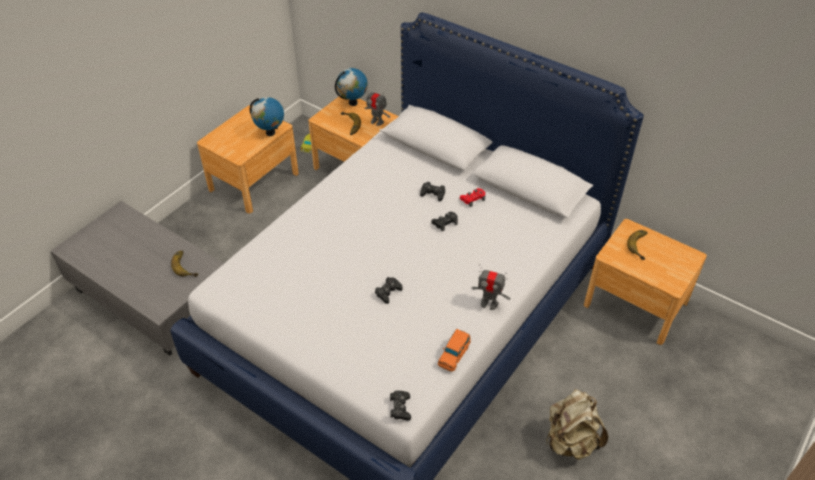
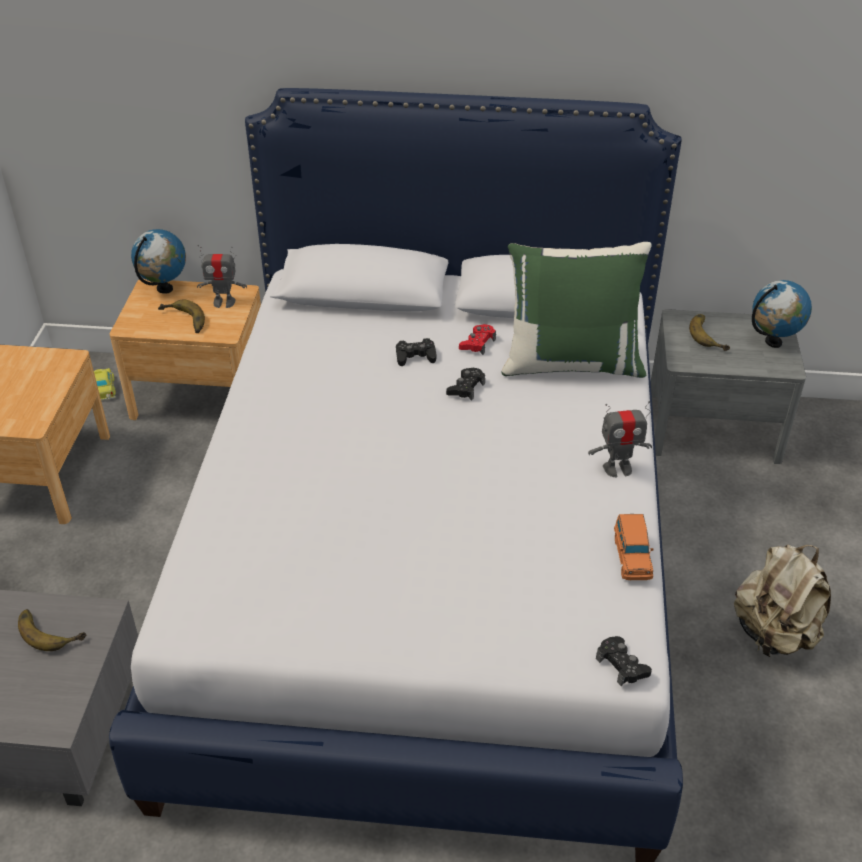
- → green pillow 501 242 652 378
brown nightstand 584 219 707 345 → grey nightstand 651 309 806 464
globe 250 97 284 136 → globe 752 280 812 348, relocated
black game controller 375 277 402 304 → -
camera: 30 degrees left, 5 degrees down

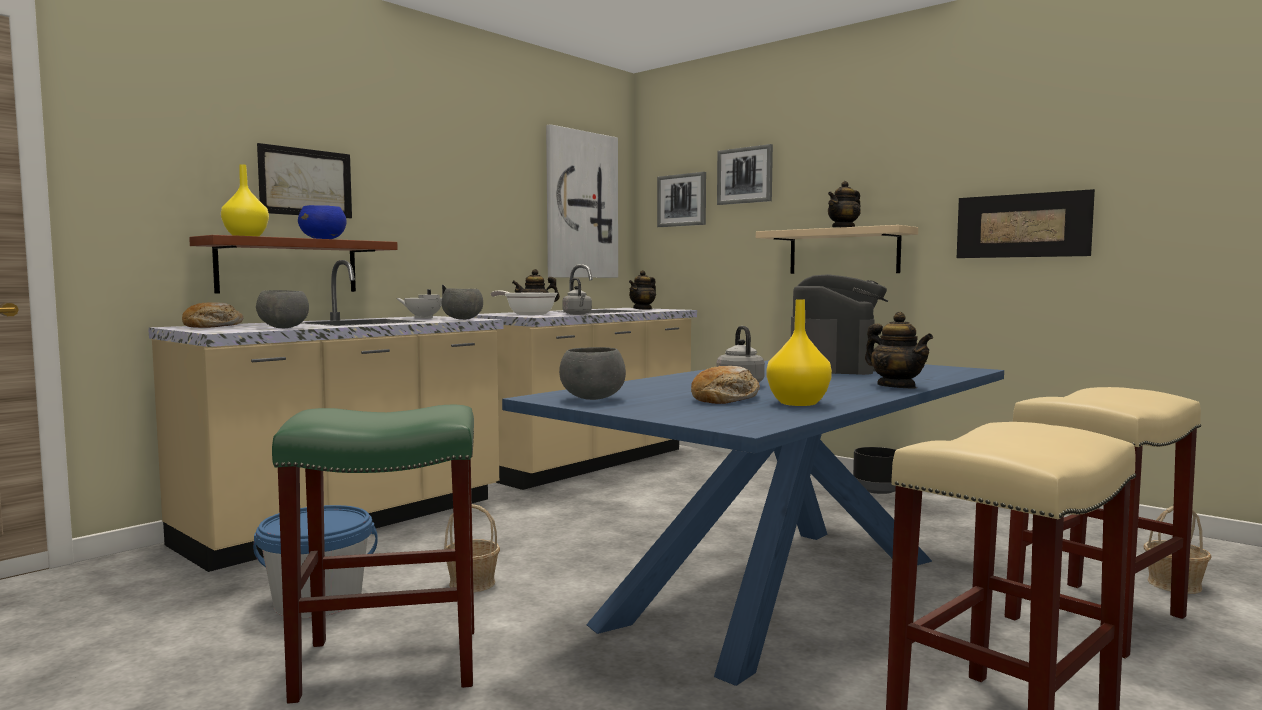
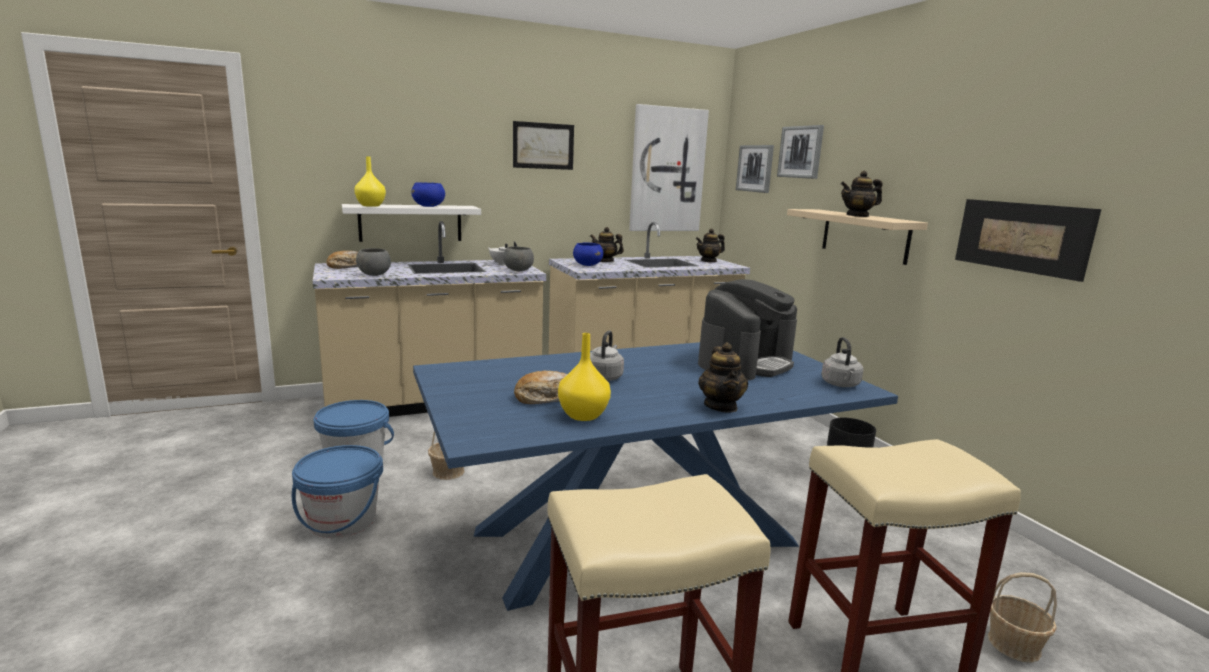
green stool 272 405 474 703 → blue bucket 292 445 383 538
brown shelf 189 235 398 293 → white shelf 342 204 481 242
picture 257 143 352 218 → picture 513 121 574 170, relocated
frying pan 491 291 557 316 → blue bowl 573 242 603 266
grey kettle 563 278 592 315 → grey kettle 821 337 863 387, relocated
grey bowl 559 347 626 400 → -
camera: 25 degrees right, 10 degrees up

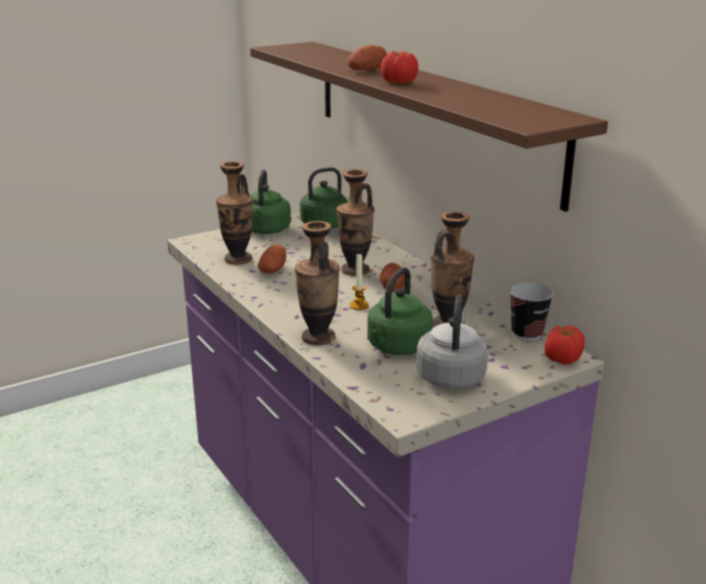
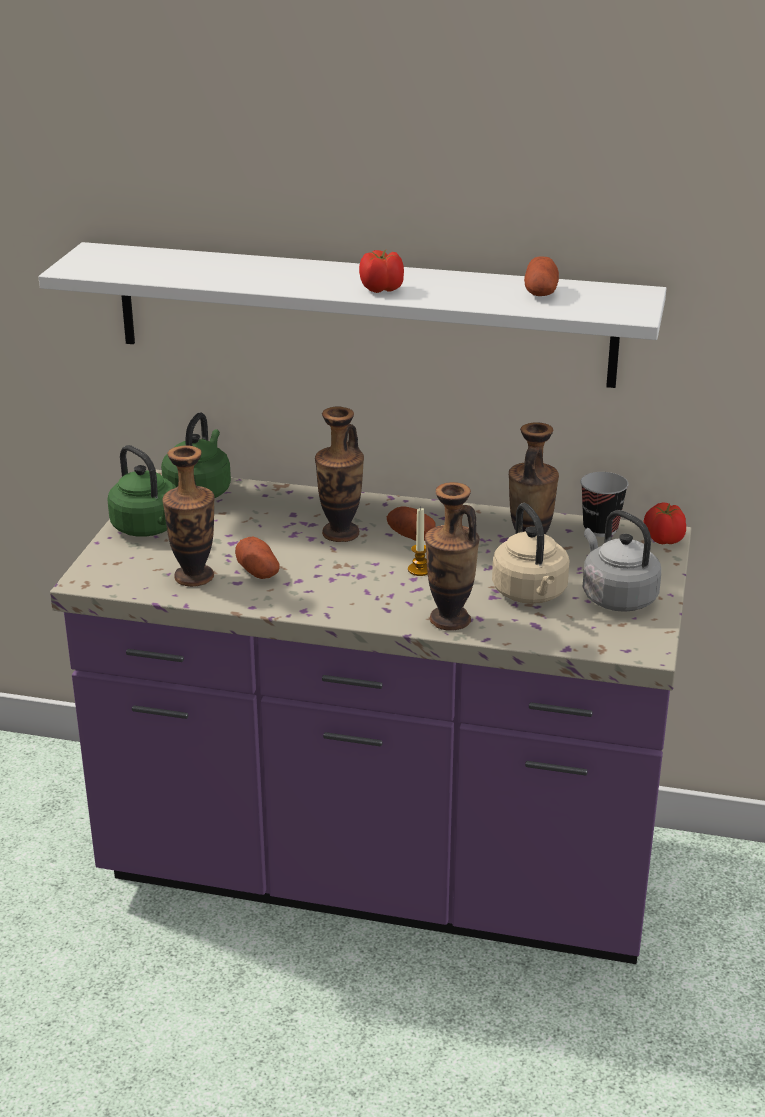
brown shelf 250 42 608 212 → white shelf 39 242 666 388
green kettle 367 267 433 355 → beige kettle 492 503 569 604
potato 347 45 387 70 → potato 524 256 559 296, relocated
camera: 45 degrees left, 5 degrees up

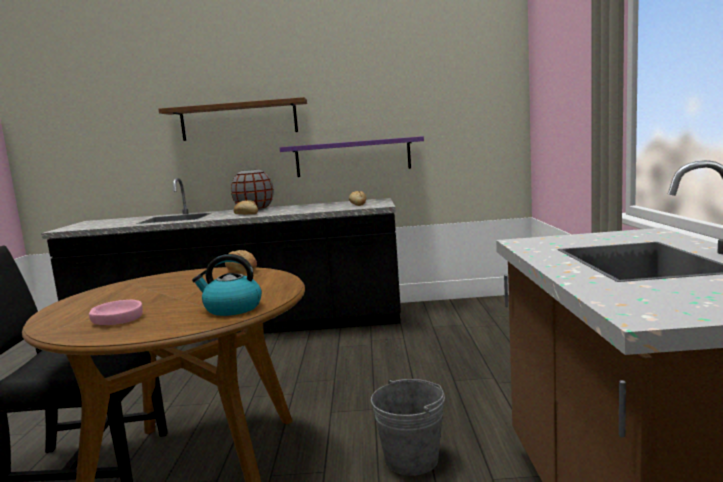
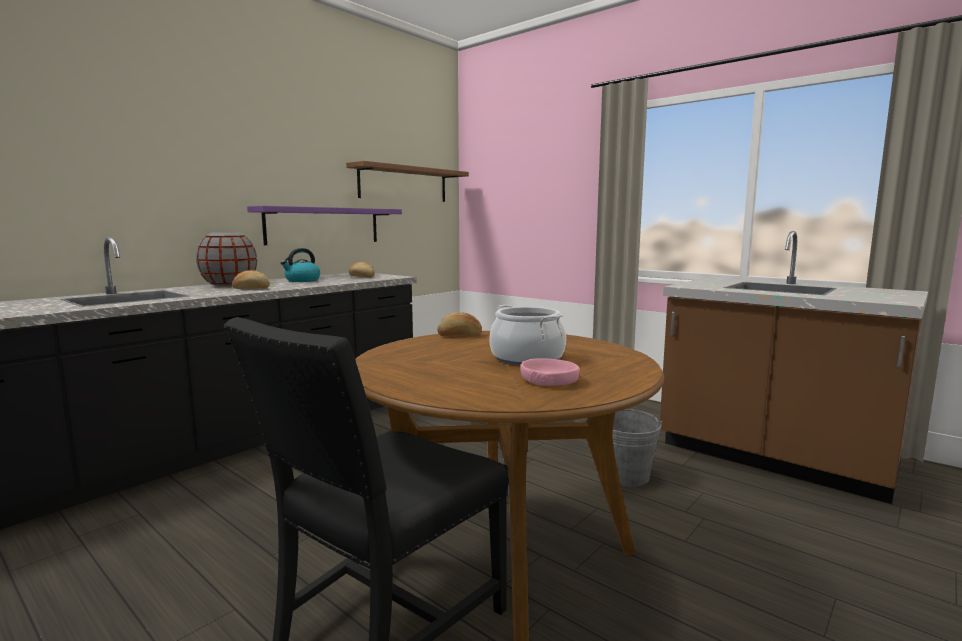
kettle 192 254 262 316 → kettle 280 248 320 282, relocated
brown shelf 159 97 307 141 → brown shelf 346 161 469 202, relocated
- → cooking pot 490 305 566 365
camera: 50 degrees left, 0 degrees up

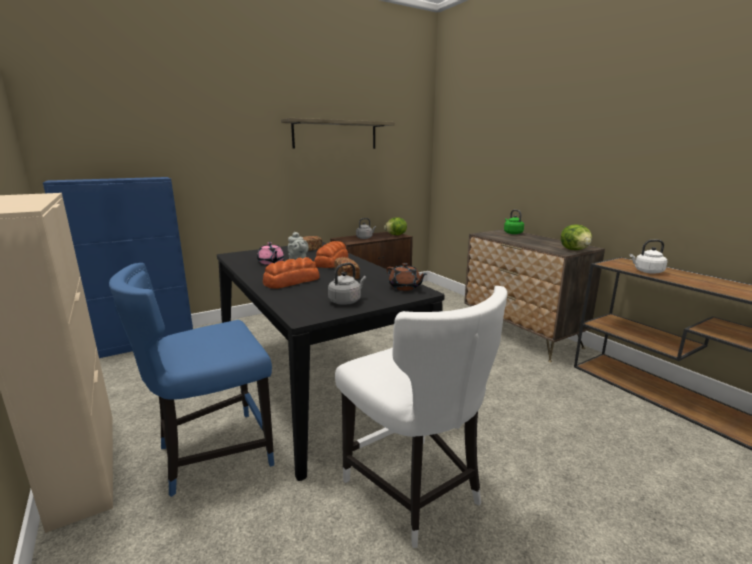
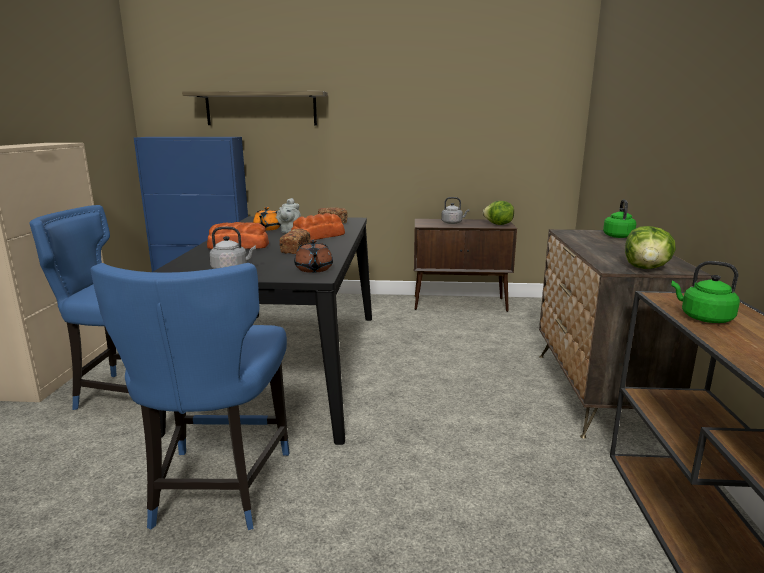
white chair 335 286 508 548 → blue chair 91 263 290 530
shelf 281 118 395 149 → shelf 182 91 328 125, relocated
pink teapot 257 242 284 265 → orange teapot 253 207 281 231
white kettle 630 240 667 274 → green kettle 671 261 740 323
camera: 35 degrees right, 0 degrees up

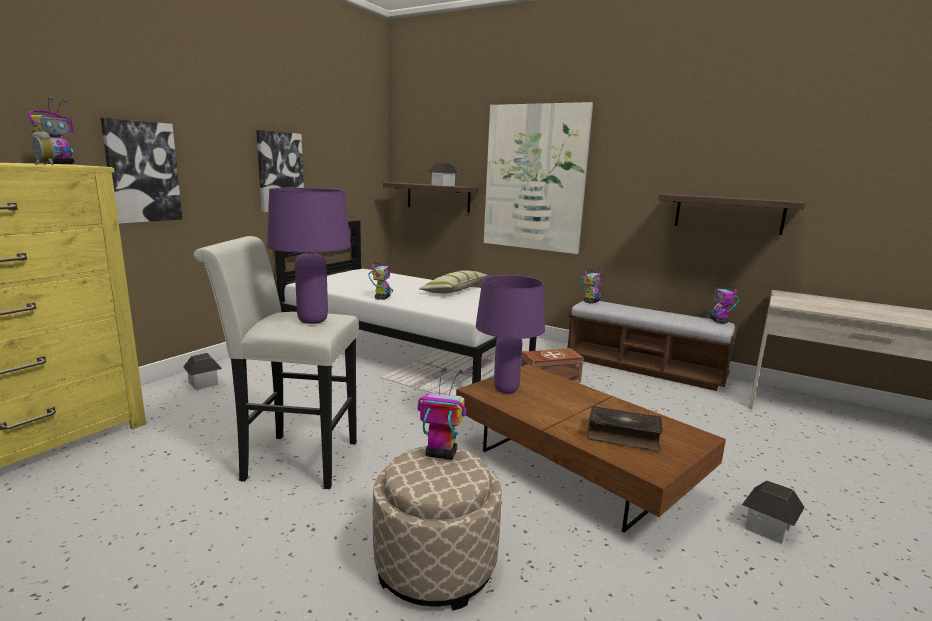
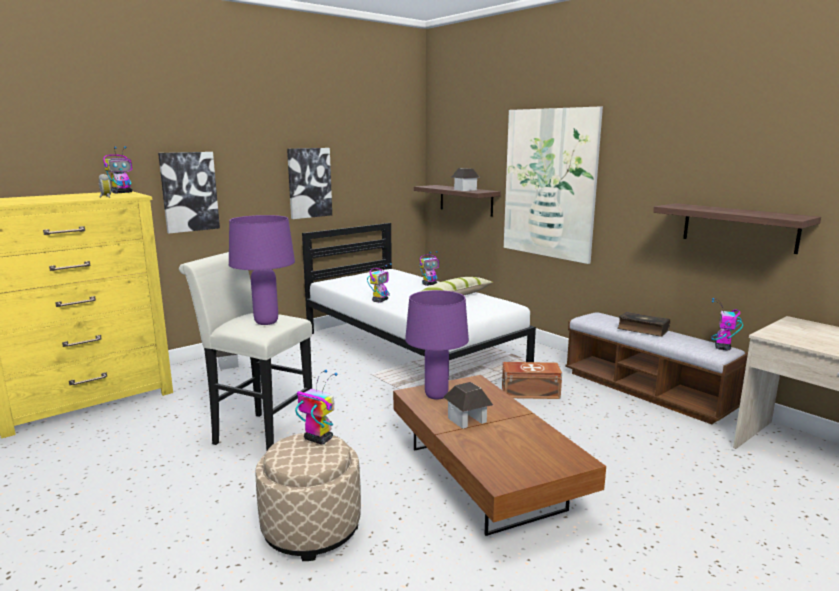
toy robot 581 265 608 304 → toy robot 420 251 439 286, relocated
toy house 742 481 805 544 → toy house 444 382 493 429, relocated
book 587 406 663 451 → book 617 312 670 337, relocated
camera: 20 degrees right, 0 degrees up

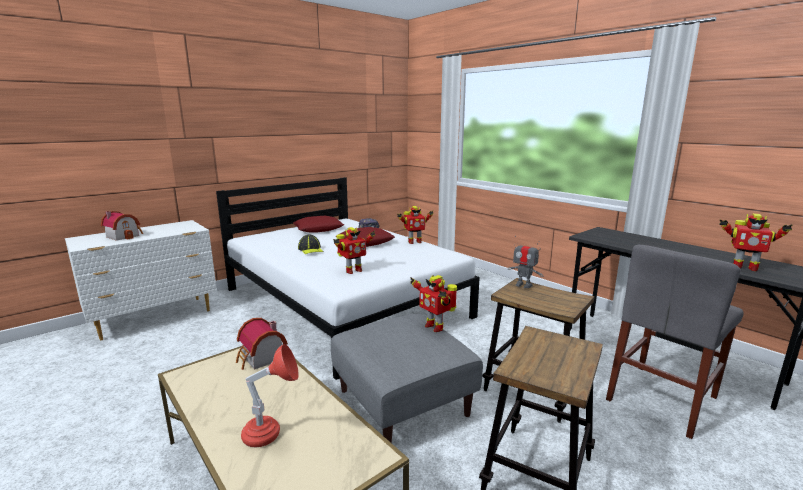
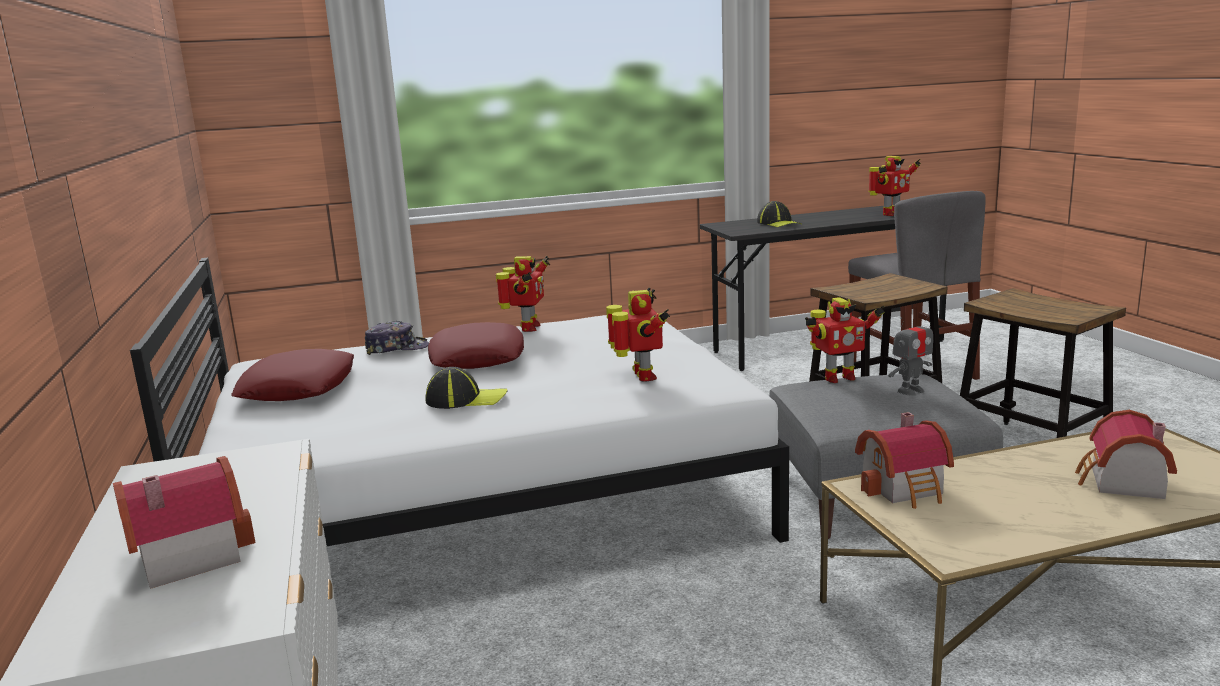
- → cap 757 201 802 227
toy robot 508 236 544 288 → toy robot 888 312 933 396, relocated
red table lamp 241 344 299 447 → toy house 1075 410 1177 499
camera: 65 degrees left, 0 degrees up

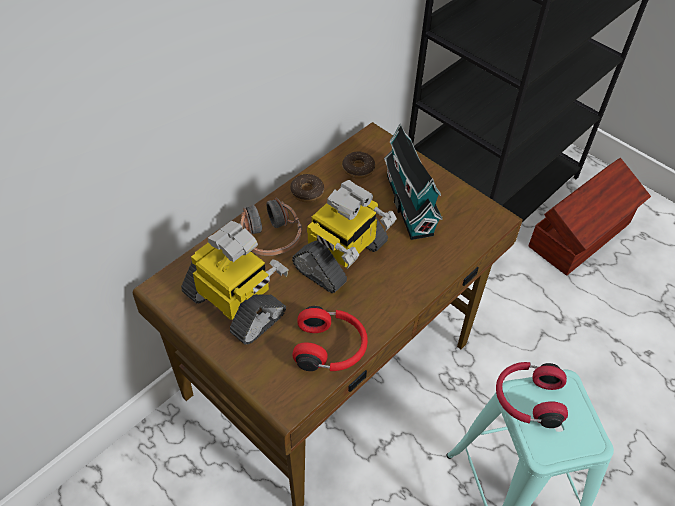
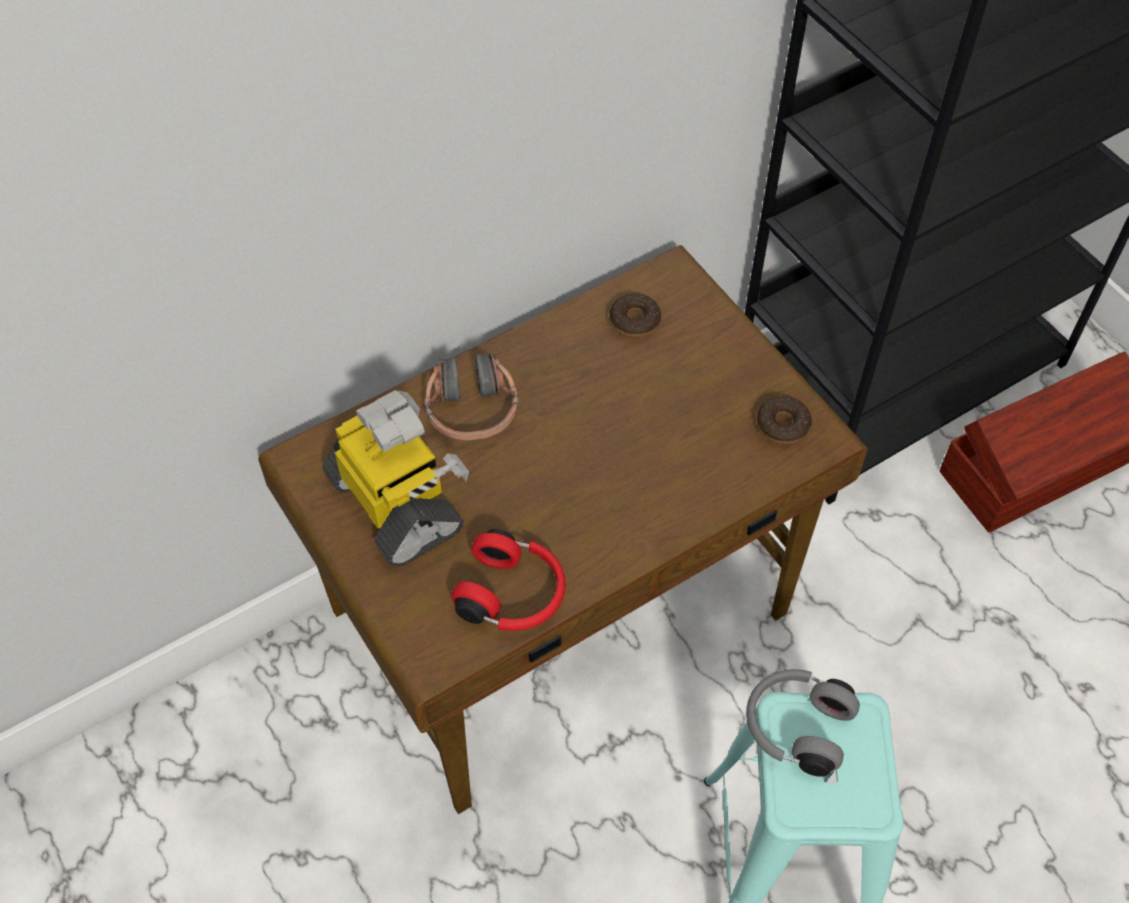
red headphones 496 362 568 428 → grey headphones 746 669 860 776
donut 290 174 324 202 → donut 757 396 812 444, relocated
toy robot 292 180 397 293 → -
toy house 384 124 443 240 → -
camera: 15 degrees right, 5 degrees up

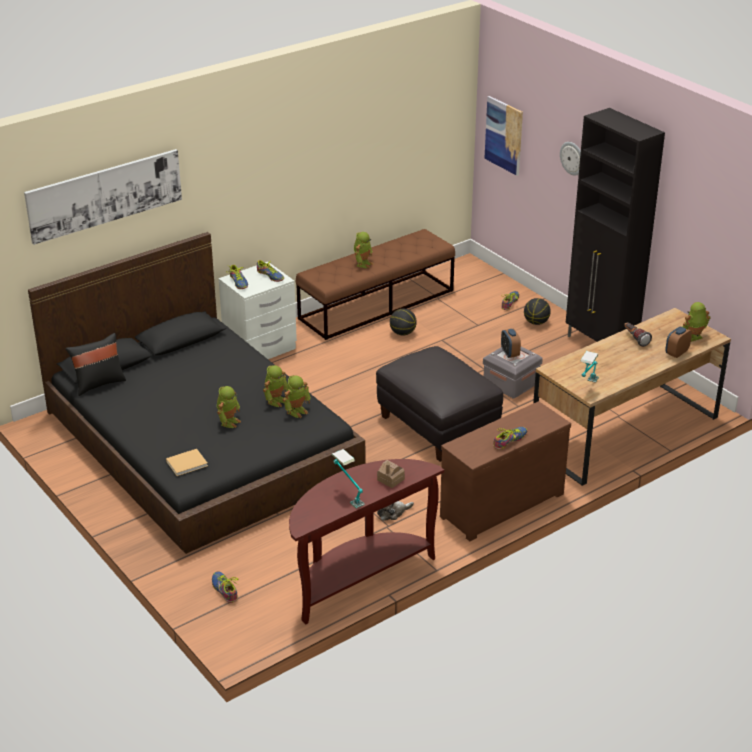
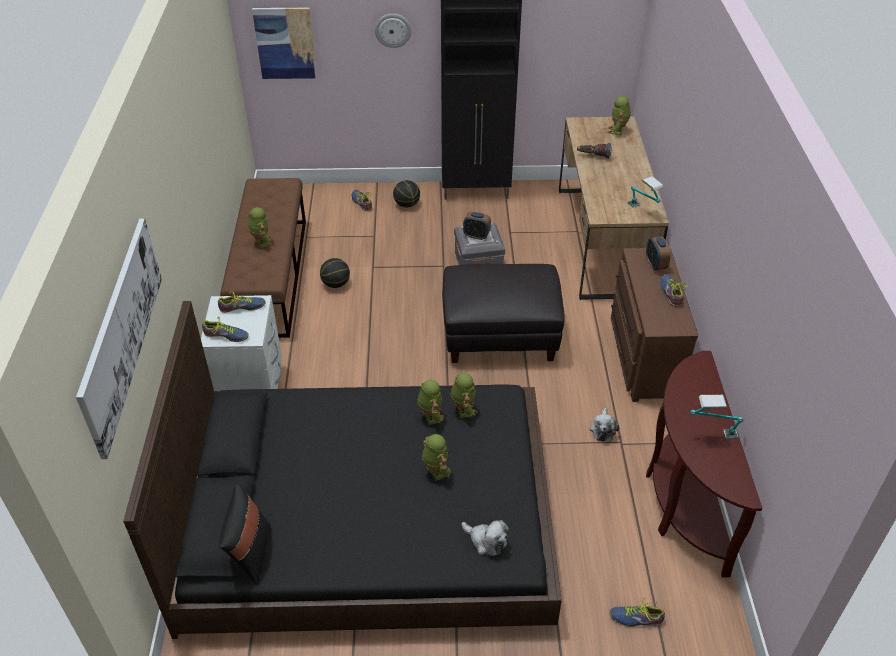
beige book 166 449 208 476 → plush toy 461 520 509 556
alarm clock 665 326 692 358 → alarm clock 646 236 671 270, relocated
toy house 377 460 405 488 → -
camera: 55 degrees left, 10 degrees up

